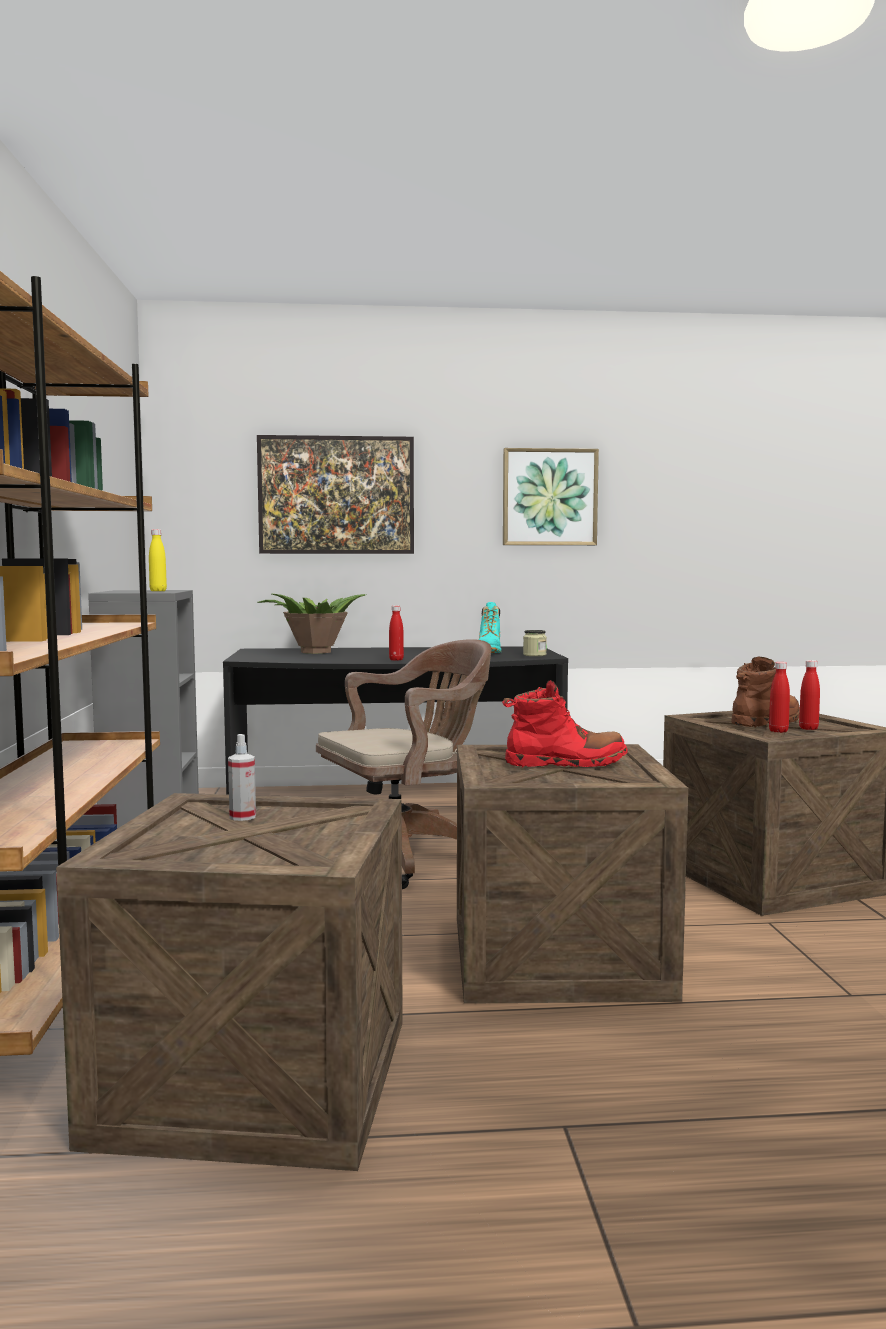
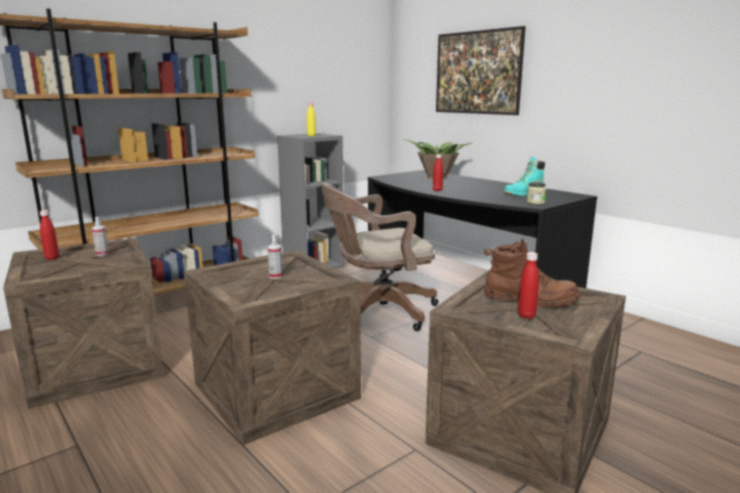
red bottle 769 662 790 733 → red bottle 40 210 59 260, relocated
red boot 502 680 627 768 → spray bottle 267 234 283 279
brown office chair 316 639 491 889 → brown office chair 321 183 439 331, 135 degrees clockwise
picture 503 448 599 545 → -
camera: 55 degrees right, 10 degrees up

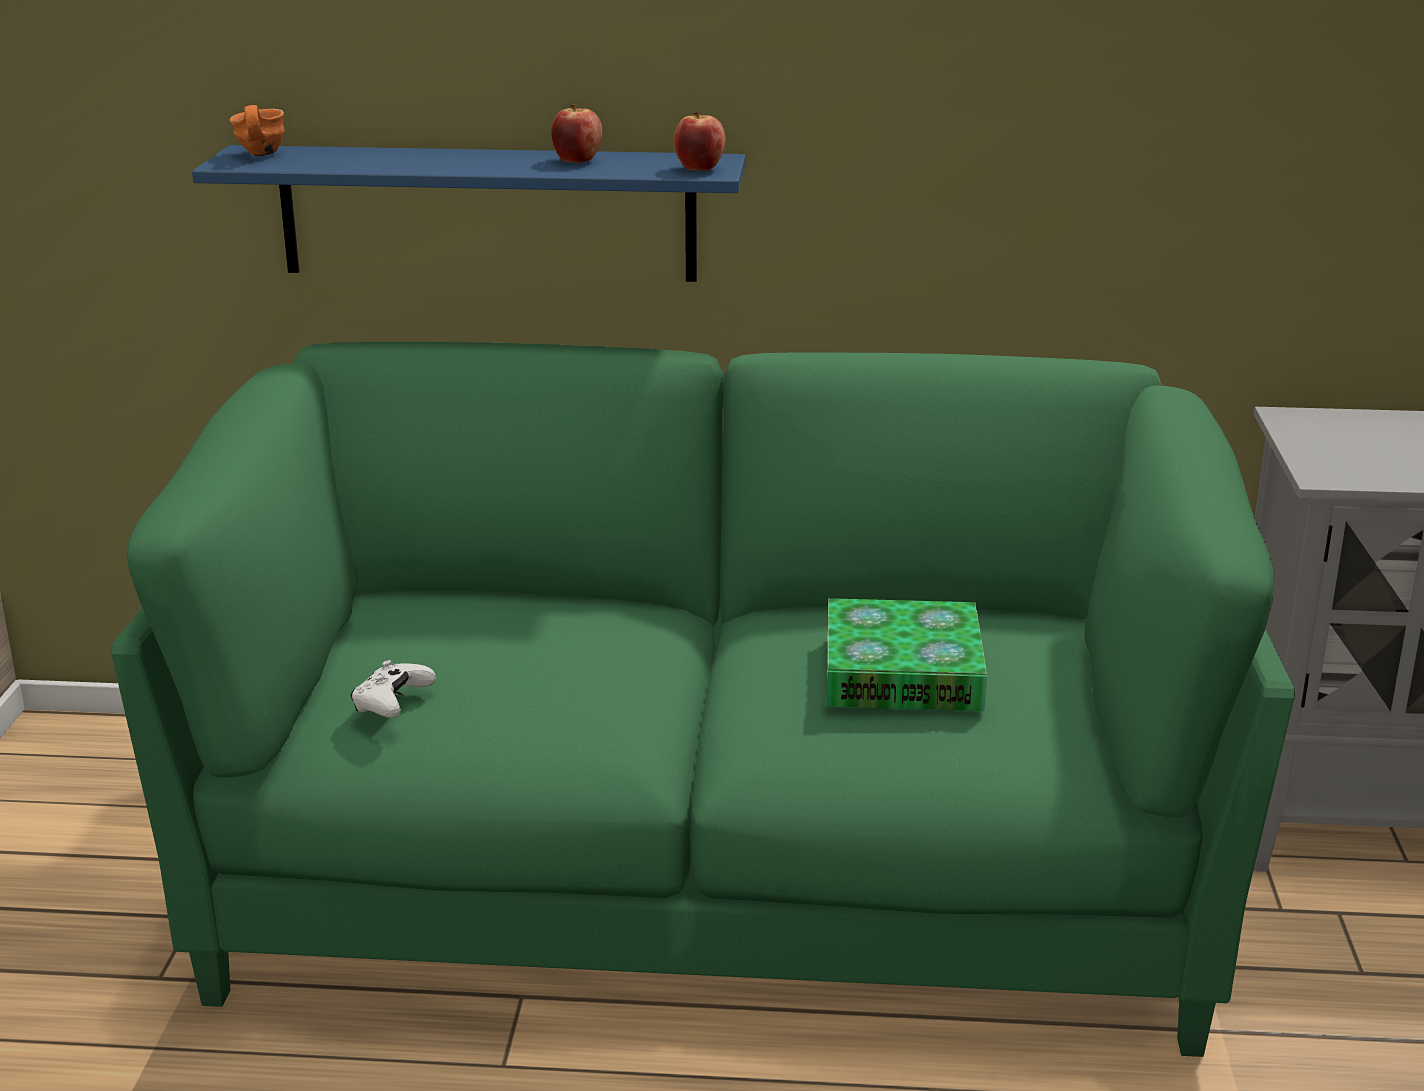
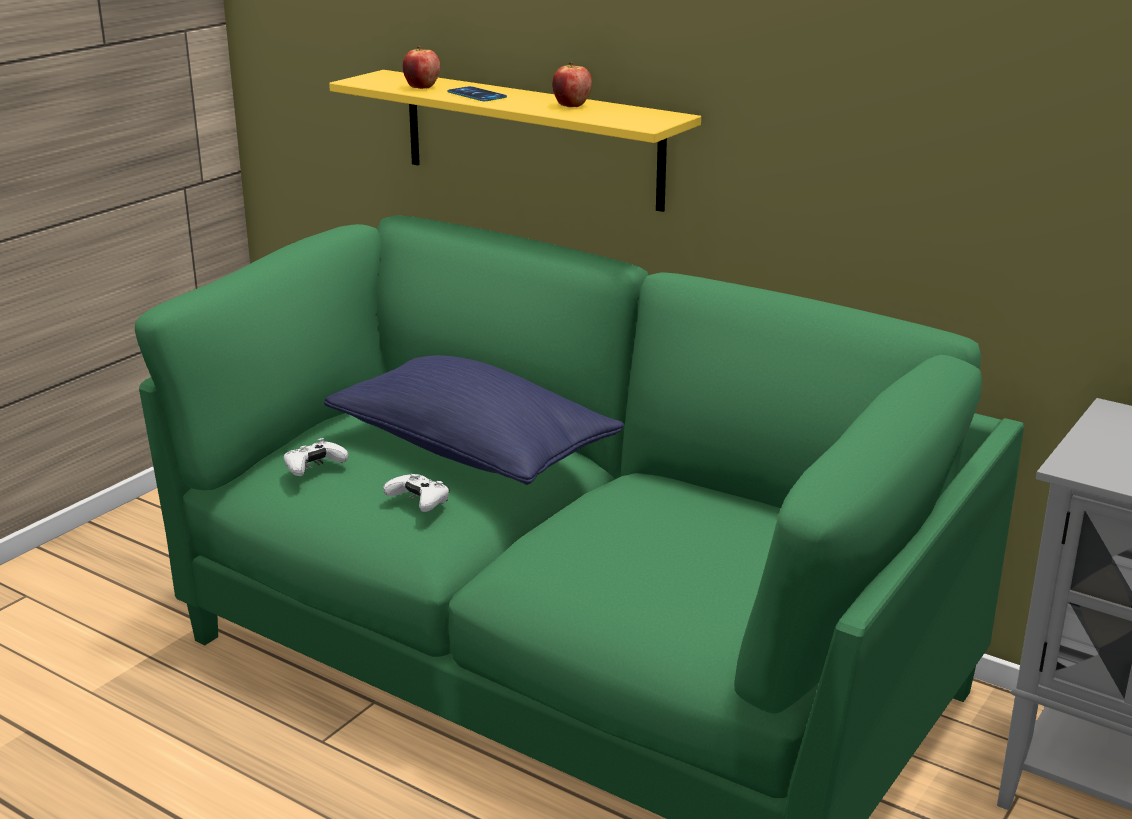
- → blue pillow 324 355 624 485
blue shelf 192 145 746 282 → yellow shelf 329 70 701 212
- → white game controller 383 474 449 512
apple 674 112 726 171 → apple 402 46 440 89, relocated
- → phone 447 86 507 101
orange mug 229 105 285 156 → -
book 827 598 987 711 → -
camera: 30 degrees right, 0 degrees up

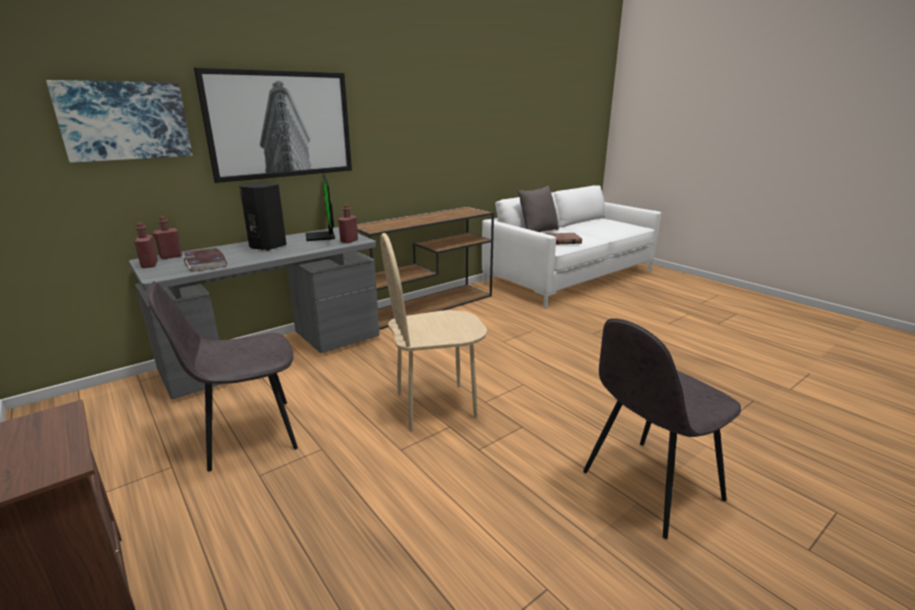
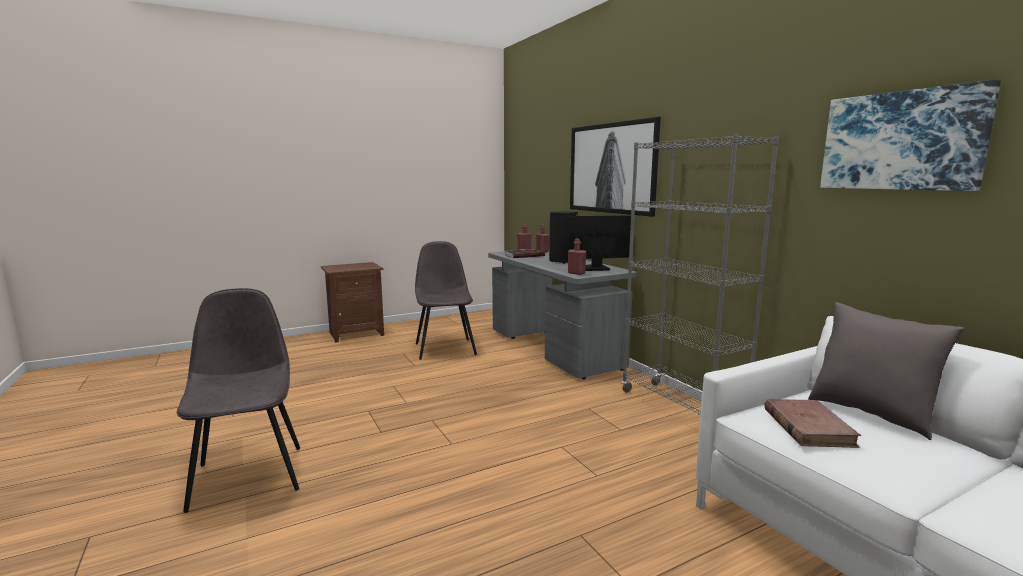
brown console table 357 206 494 330 → grey bookcase 622 134 779 415
picture 46 80 193 163 → picture 820 79 1001 191, relocated
beige chair 380 233 487 431 → -
camera: 100 degrees right, 10 degrees down

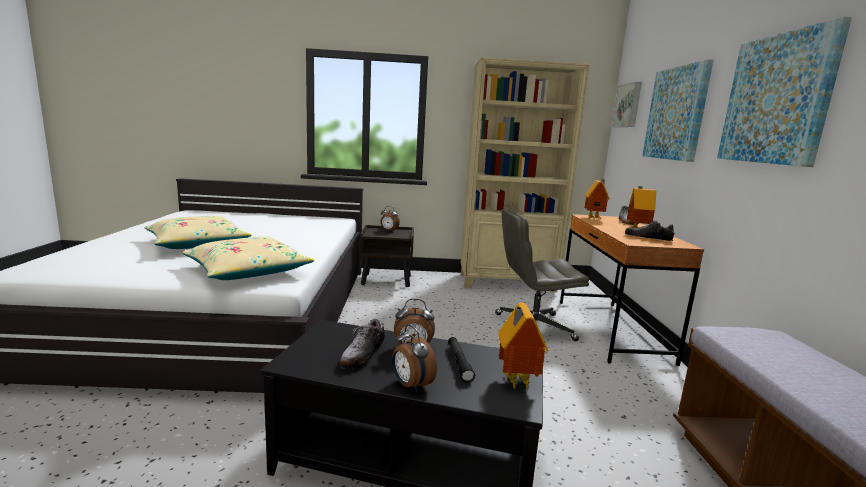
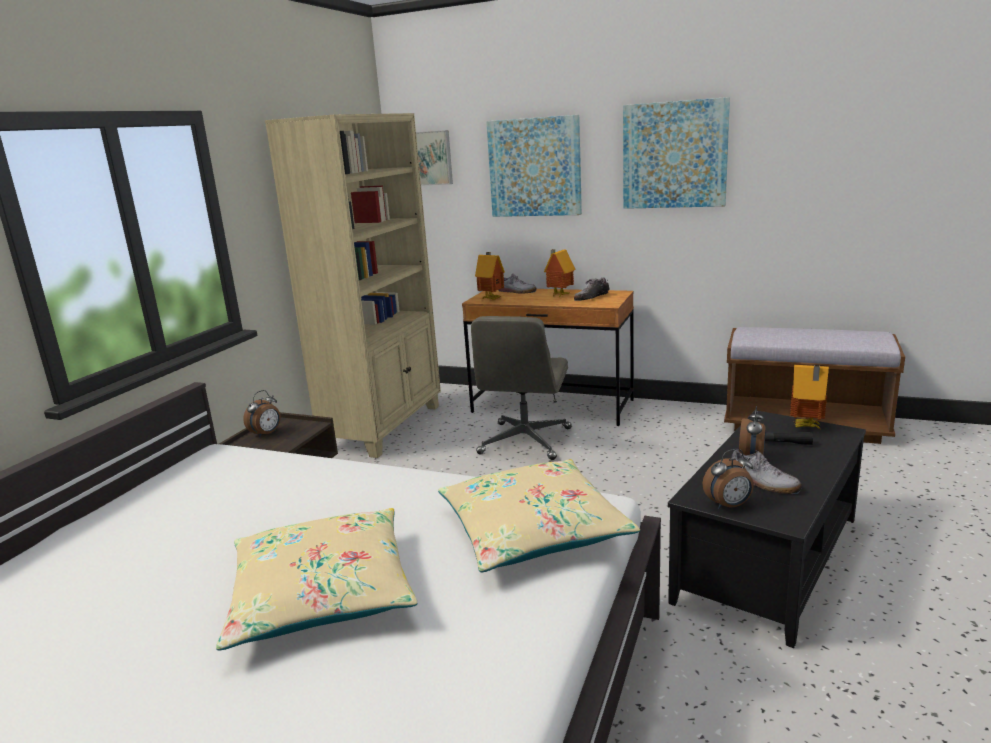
alarm clock 392 325 437 392 → alarm clock 702 449 754 509, relocated
camera: 65 degrees left, 5 degrees up

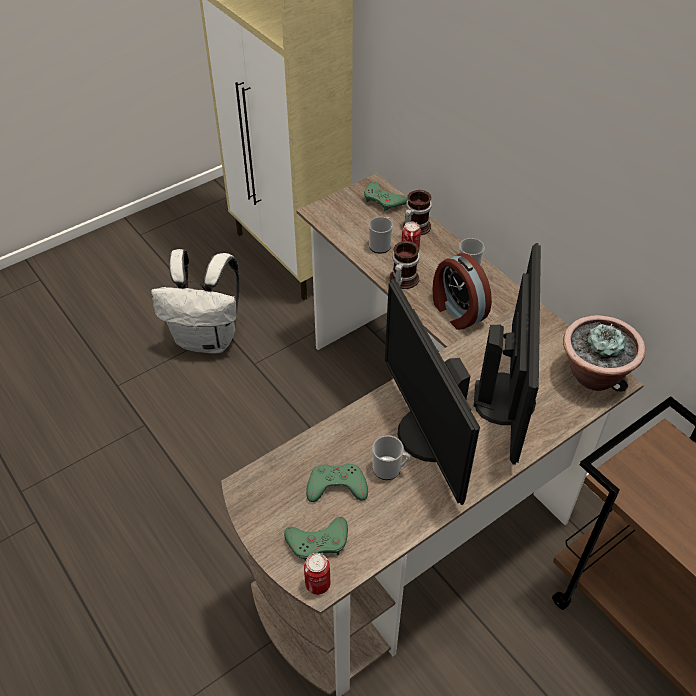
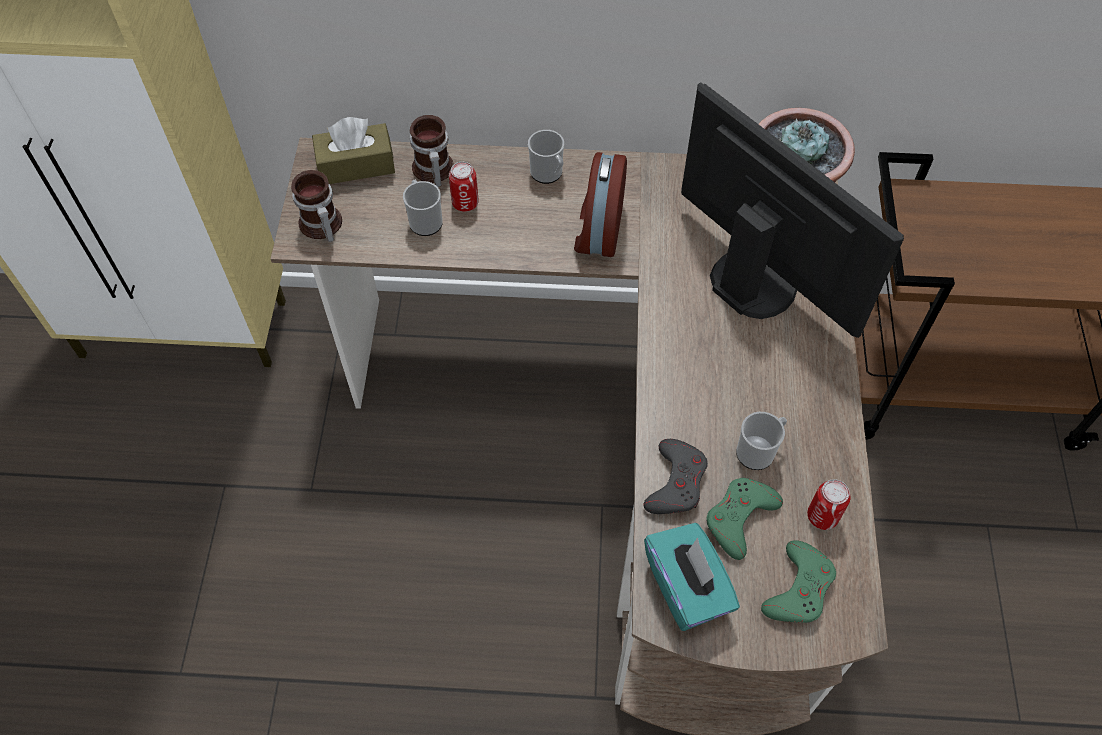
mug 389 241 419 289 → mug 291 170 342 242, relocated
green game controller 364 182 408 211 → brown tissue box 312 117 395 184
alarm clock 432 253 492 330 → alarm clock 574 152 627 257, 90 degrees clockwise
- → grey game controller 644 439 708 514
- → turquoise tissue box 644 523 740 631
can 304 553 330 595 → can 807 479 851 530, relocated
white backpack 151 249 239 353 → -
monitor 385 279 480 505 → -
camera: 50 degrees left, 10 degrees up

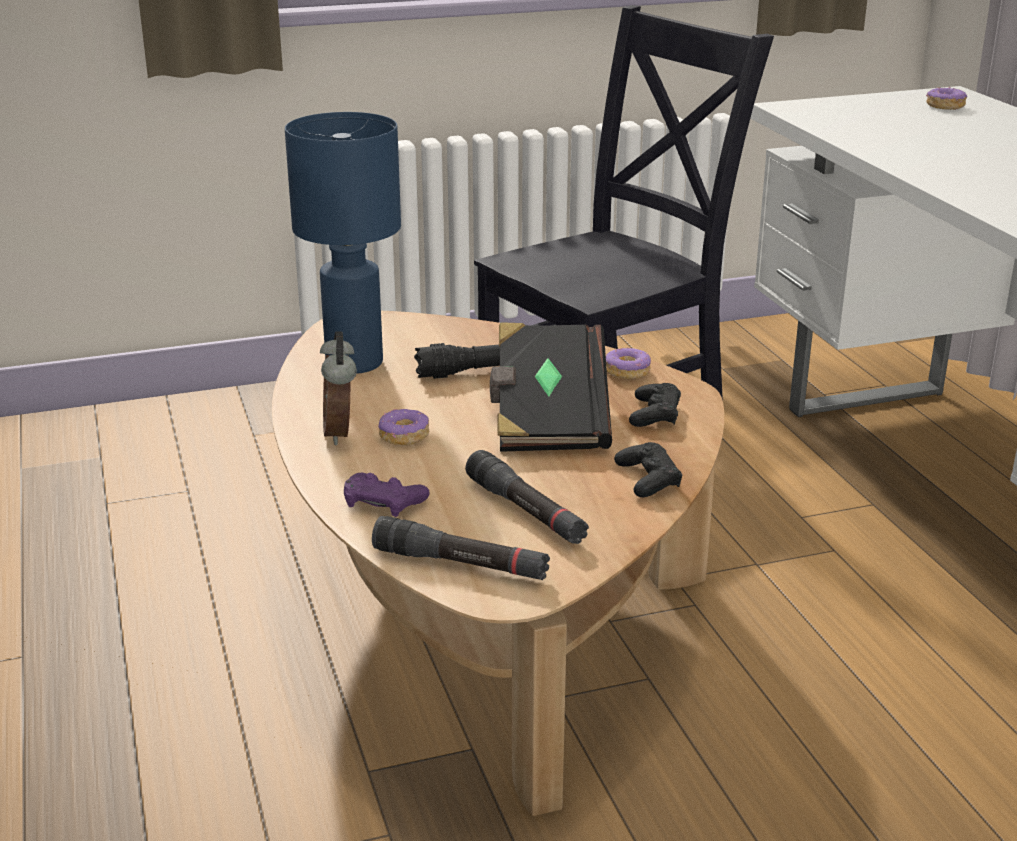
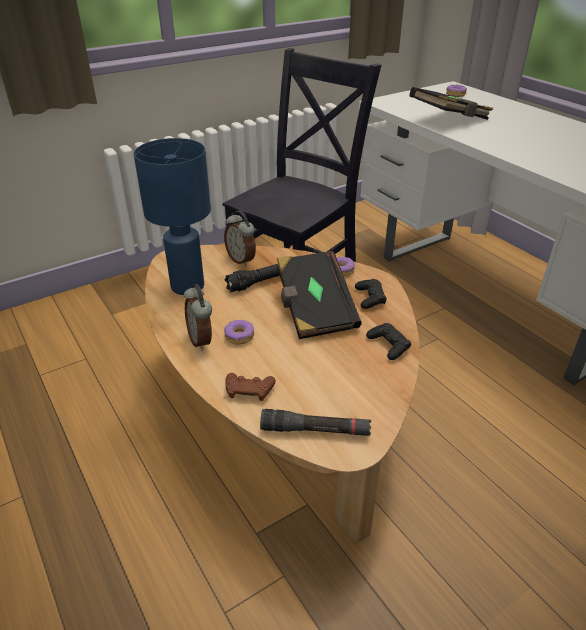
- → alarm clock 224 211 256 267
purple game controller 344 473 430 517 → brown game controller 225 373 276 401
- → black book 409 87 493 120
black flashlight 465 450 589 544 → -
camera: 15 degrees left, 10 degrees up

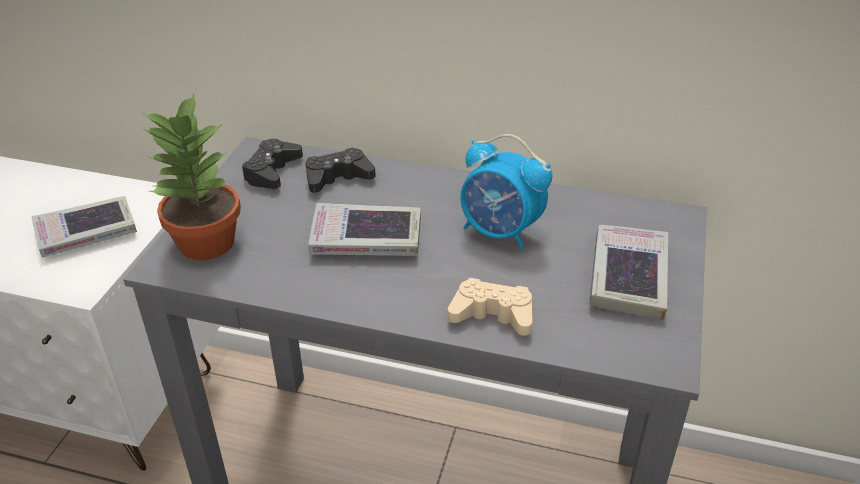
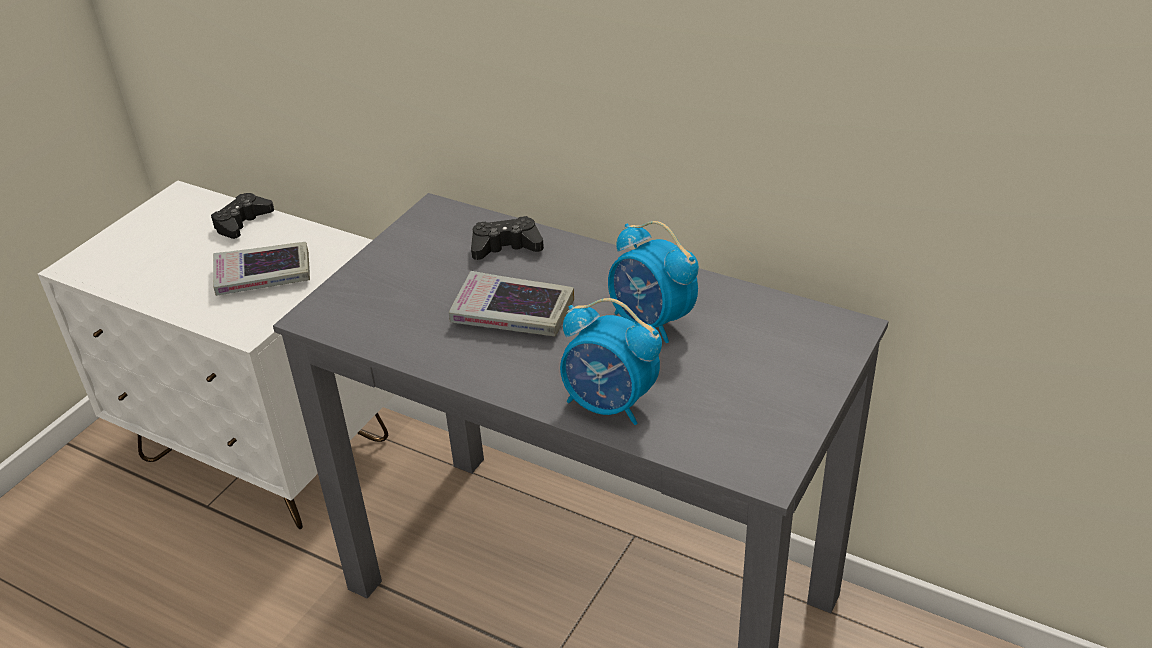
black game controller 242 139 303 189 → black game controller 211 193 274 239, relocated
beige game controller 448 278 532 336 → alarm clock 560 298 662 425
potted plant 143 94 241 260 → -
book 589 225 669 321 → -
camera: 15 degrees right, 0 degrees up

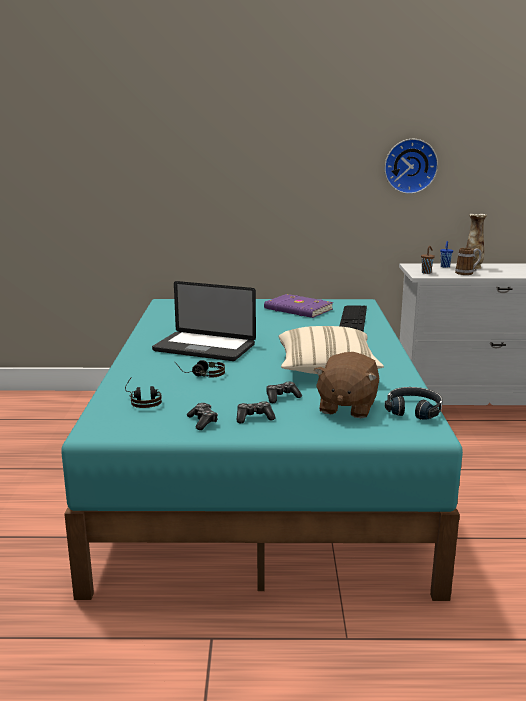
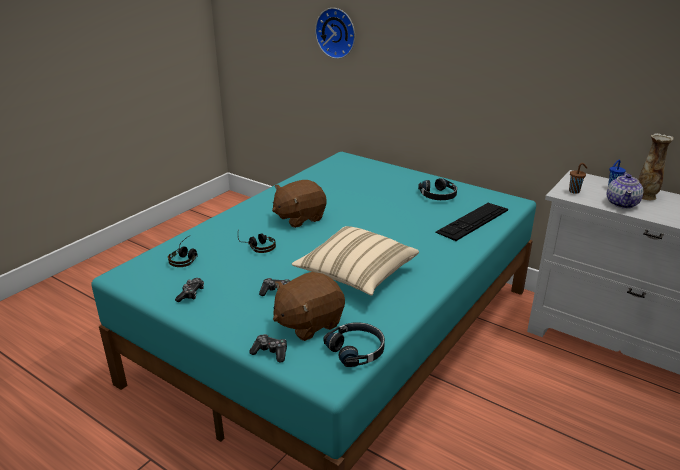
game controller 237 401 276 423 → game controller 249 334 287 363, relocated
laptop 152 281 256 361 → brown plush toy 272 180 327 228
wall clock 384 139 438 194 → wall clock 315 8 355 59, relocated
purple book 264 294 333 318 → black headphones 418 178 457 200
mug 455 248 482 275 → teapot 607 172 644 209
camera: 35 degrees right, 10 degrees up

